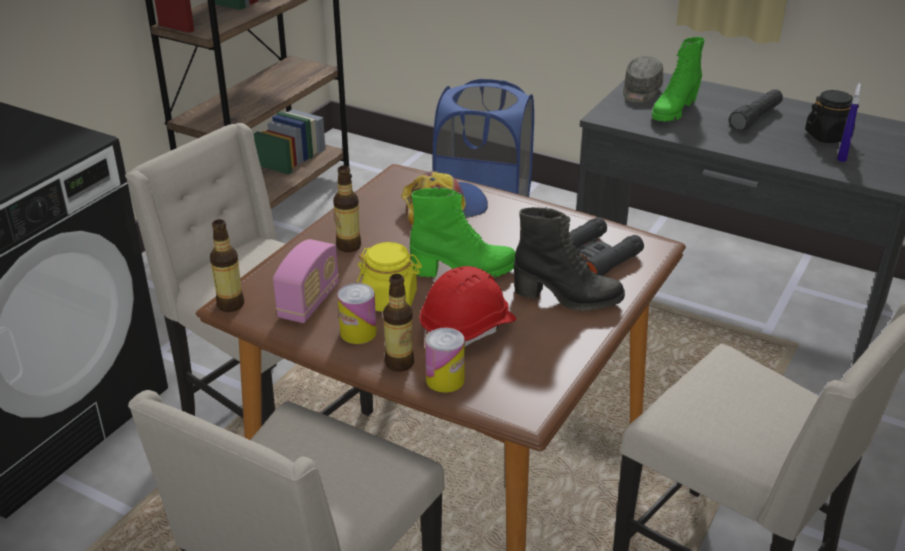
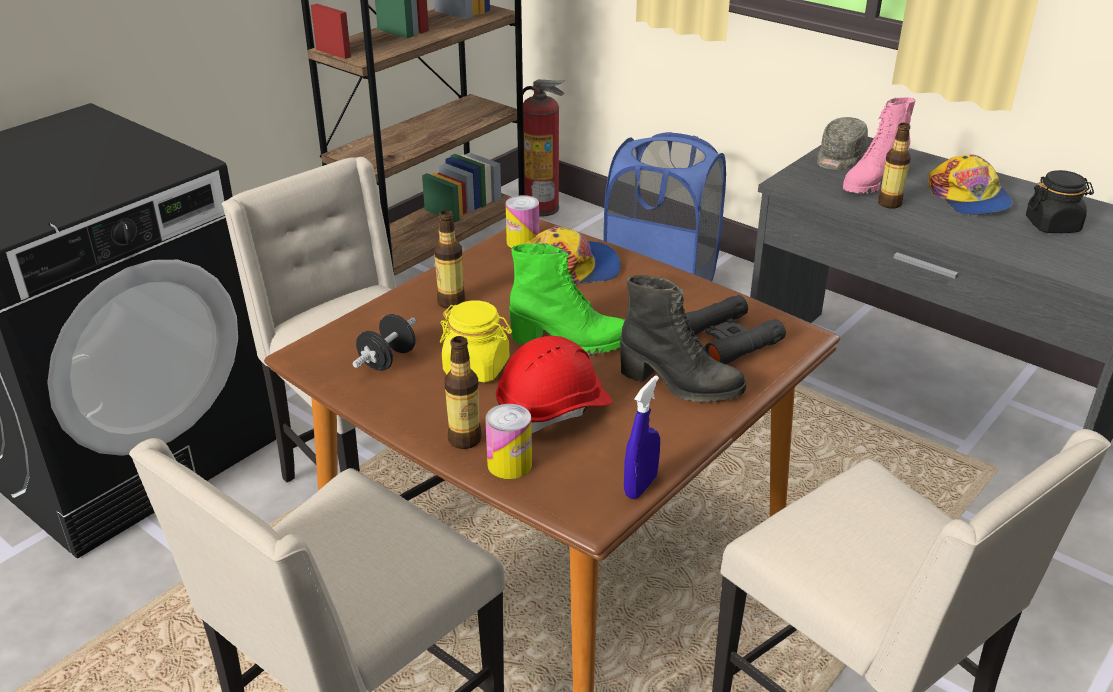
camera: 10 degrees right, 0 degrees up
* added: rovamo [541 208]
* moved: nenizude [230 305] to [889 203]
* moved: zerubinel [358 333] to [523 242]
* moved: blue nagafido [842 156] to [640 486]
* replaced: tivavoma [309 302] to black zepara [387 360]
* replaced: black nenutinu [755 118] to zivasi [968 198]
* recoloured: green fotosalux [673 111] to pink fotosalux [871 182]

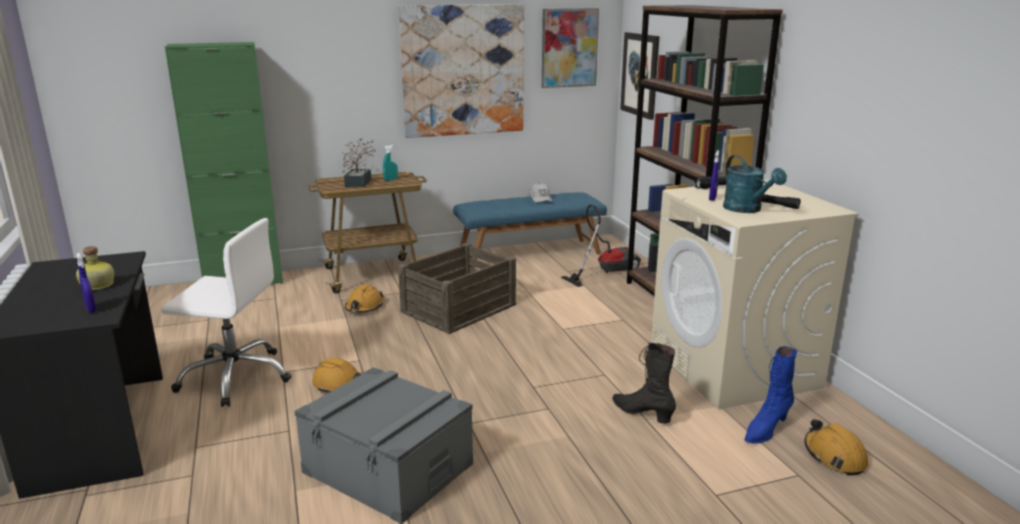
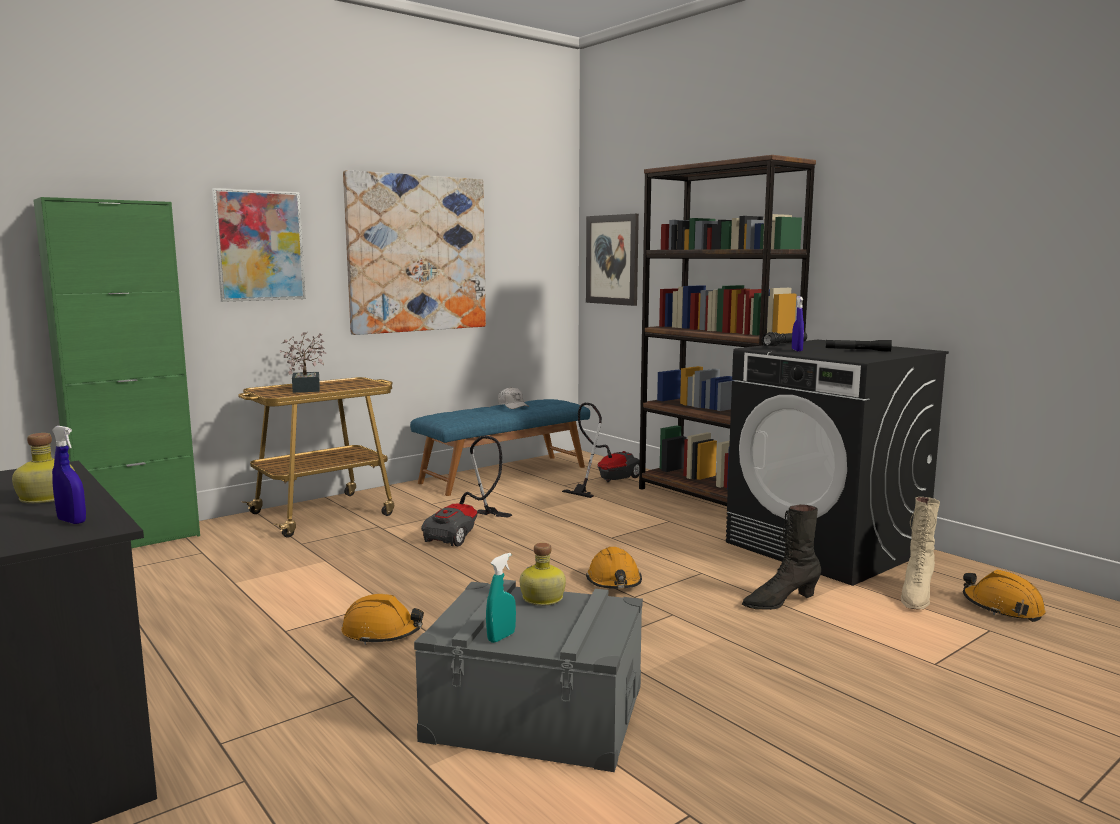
camera: 20 degrees left, 10 degrees down
* removed: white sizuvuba [235 377]
* removed: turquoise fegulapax [747 210]
* added: nenizude [541 599]
* moved: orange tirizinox [364 307] to [614 582]
* moved: turquoise nagafido [390 180] to [501 637]
* moved: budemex [569 48] to [260 246]
* replaced: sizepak [458 308] to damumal [466 533]
* recoloured: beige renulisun [734 367] to black renulisun [826 547]
* recoloured: blue fotosalux [766 430] to beige fotosalux [916 596]
* turned: black fotosalux [642 413] = [780 602] 45 degrees counterclockwise

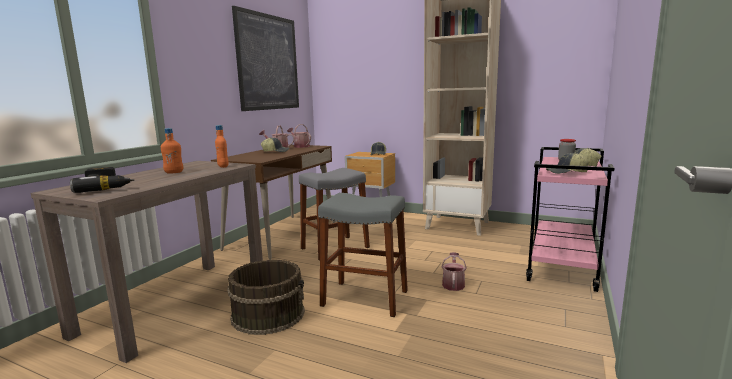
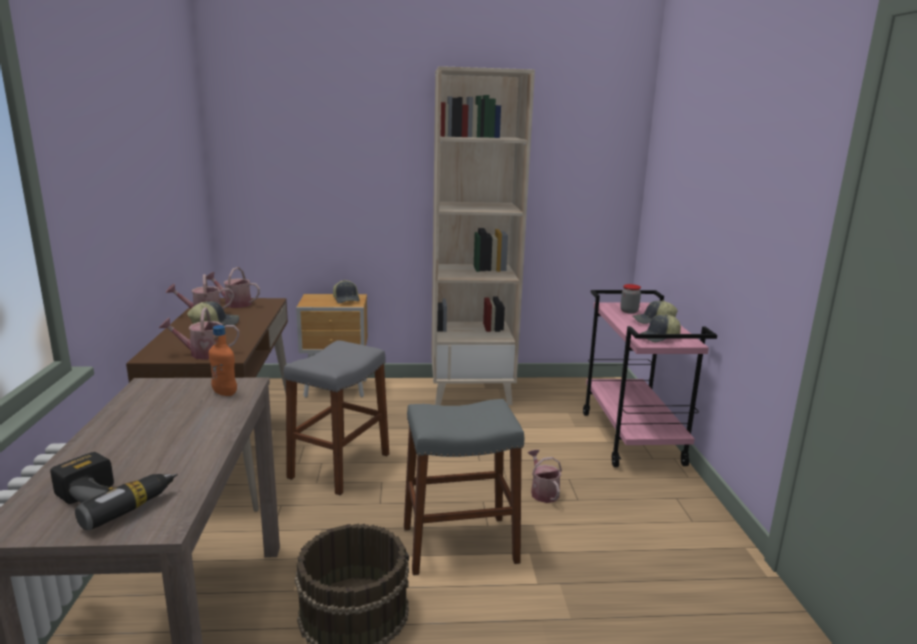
camera: 30 degrees left, 5 degrees up
* removed: orange nenizude [174 172]
* removed: budemex [268 62]
* added: fegulapax [202 353]

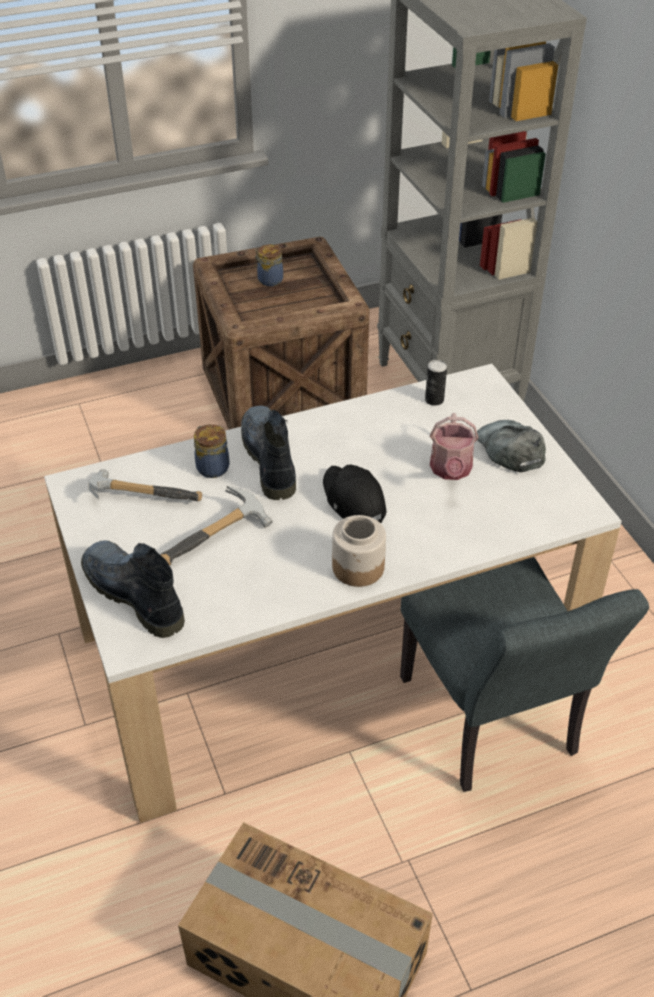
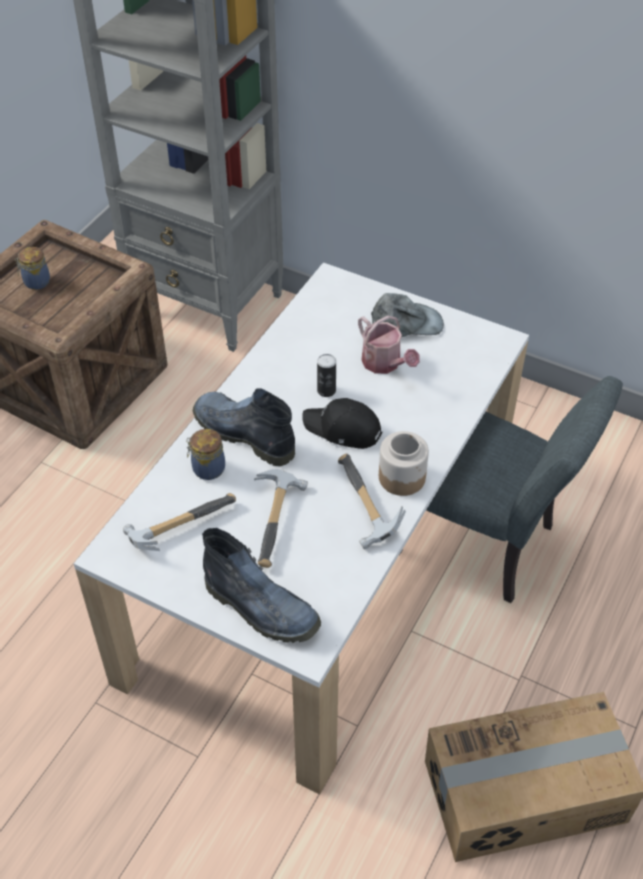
camera: 40 degrees left, 5 degrees up
* added: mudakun [361 508]
* moved: zerubinel [434 400] to [326 390]
* turned: fotosalux [132 593] = [263 608] 150 degrees counterclockwise
* turned: grey zivasi [510 448] = [406 323] 150 degrees clockwise

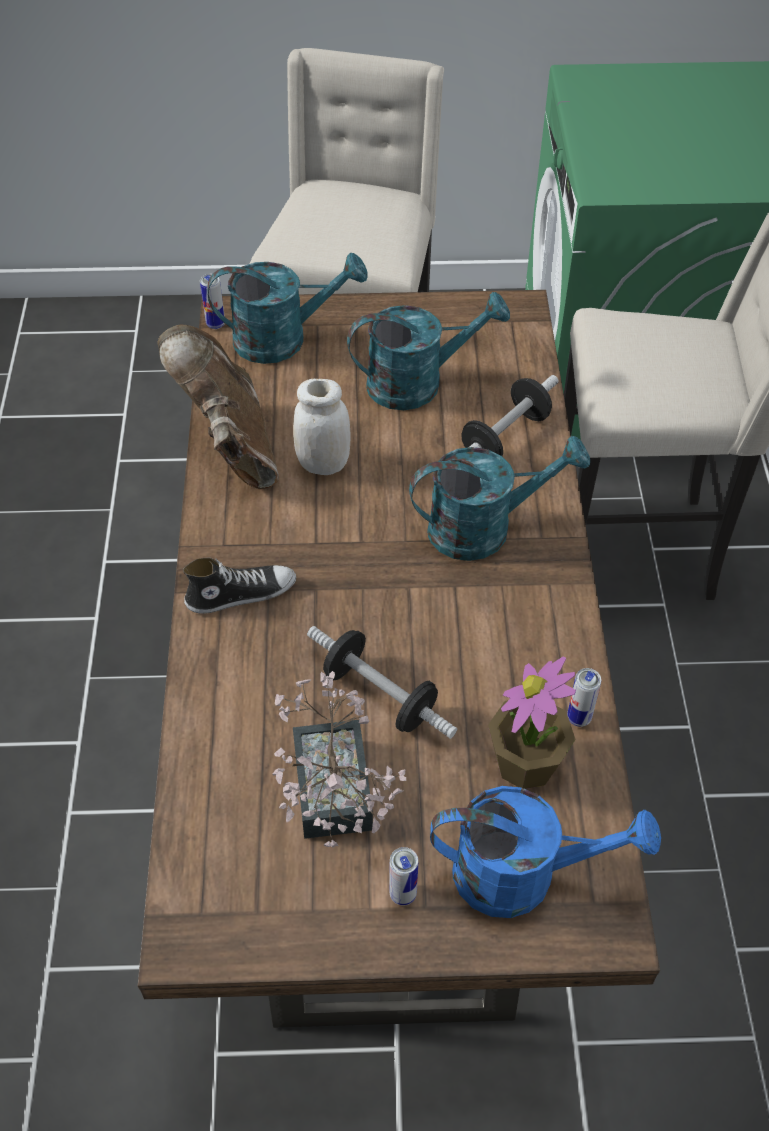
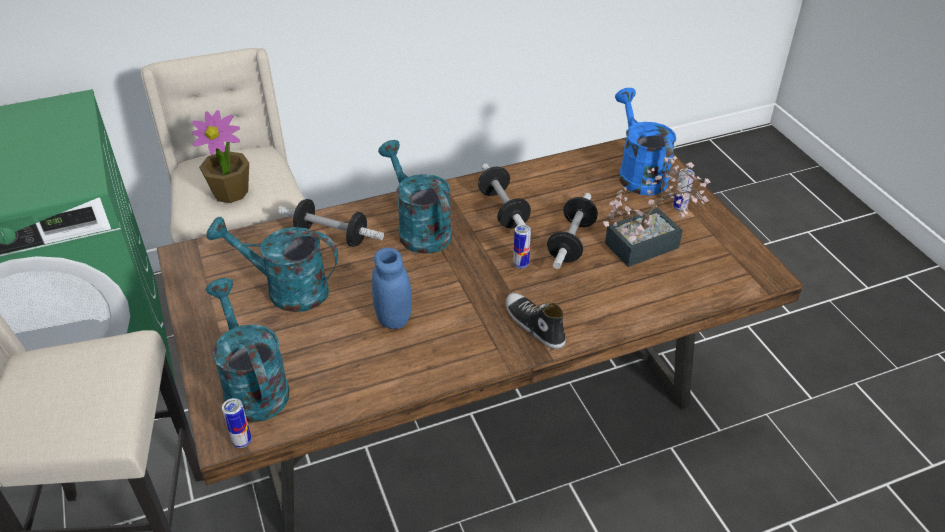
camera: 110 degrees left, 10 degrees down
* removed: brown fotosalux [231 446]
* added: zepara [503 210]
* moved: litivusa [526 763] to [231 192]
* moved: zerubinel [579 717] to [521 264]
* recoloured: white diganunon [323 464] to blue diganunon [393 318]
* turned: turquoise fegulapax [418 382] = [286 290] 45 degrees counterclockwise

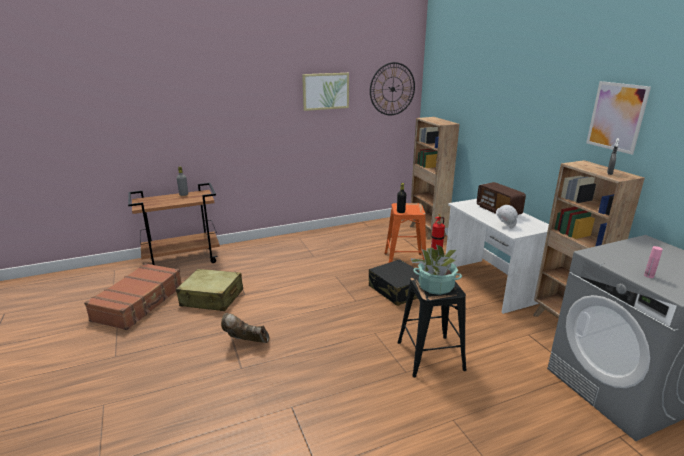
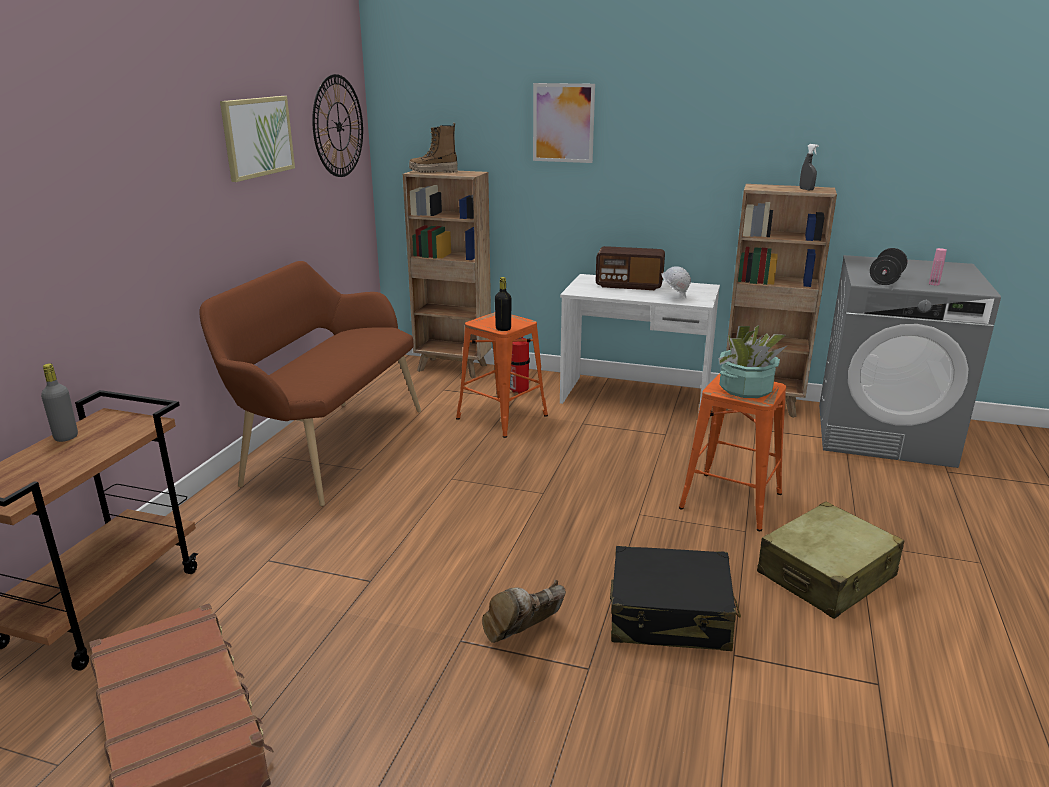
camera: 50 degrees left, 0 degrees up
* added: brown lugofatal [327 446]
* added: fotosalux [433 172]
* added: black zepara [886 280]
* moved: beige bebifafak [212 298] to [826 575]
* moved: black bebifafak [398 290] to [670 616]
* moved: budemex [616 117] to [563 123]
* recoloured: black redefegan [431 355] to orange redefegan [731 500]

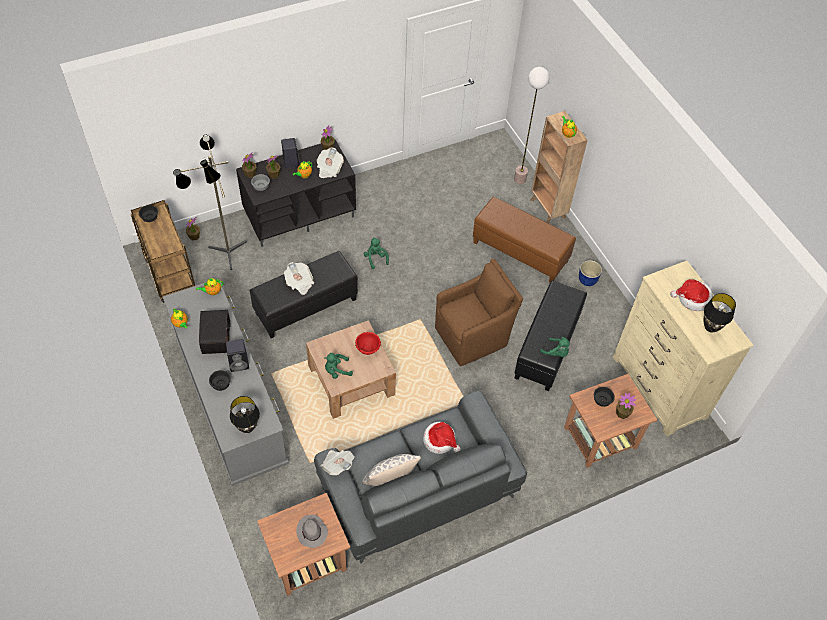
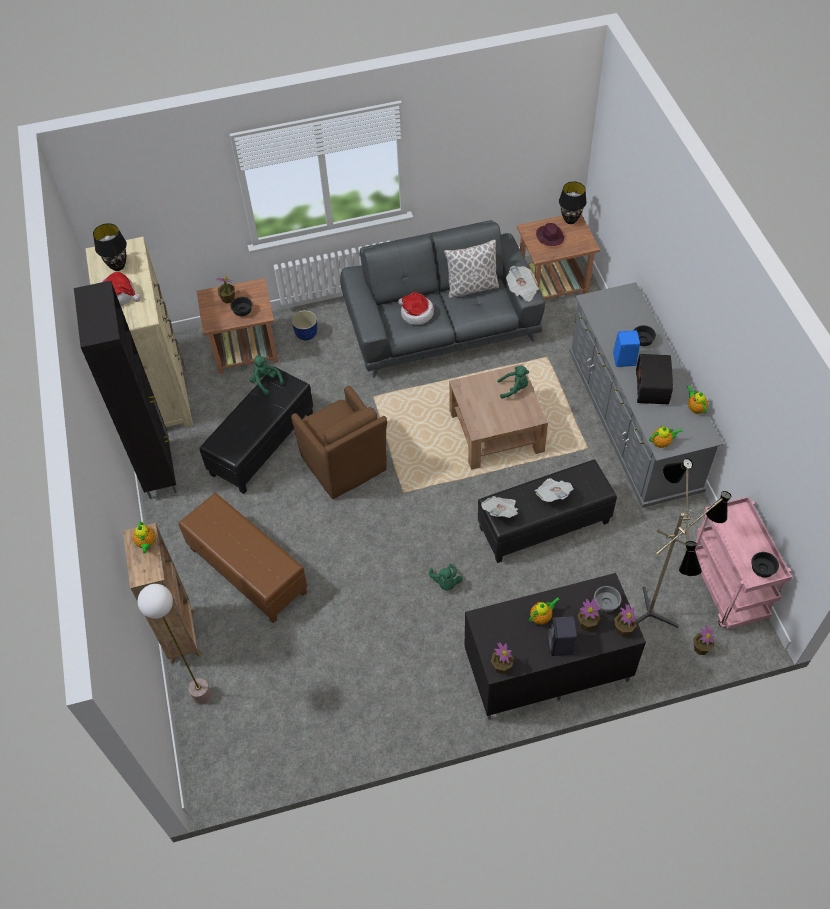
camera: 165 degrees left, 0 degrees up
* removed: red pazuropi [368 349]
* added: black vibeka [159 469]
* moved: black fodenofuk [247 427] to [570 220]
* moved: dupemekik [329 169] to [501 512]
* moved: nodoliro [587 281] to [307 334]
* recoloured: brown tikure [169 274] to pink tikure [727 590]
* recoloured: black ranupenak [239 363] to blue ranupenak [623 360]
* recoloured: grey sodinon [312 532] to purple sodinon [549 237]
* turned: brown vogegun [473 336] = [344 465] 105 degrees counterclockwise

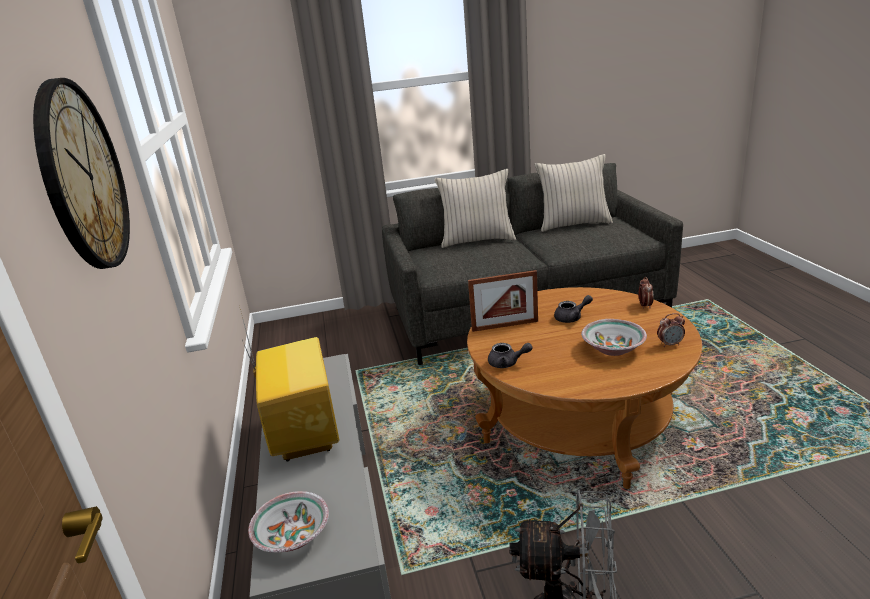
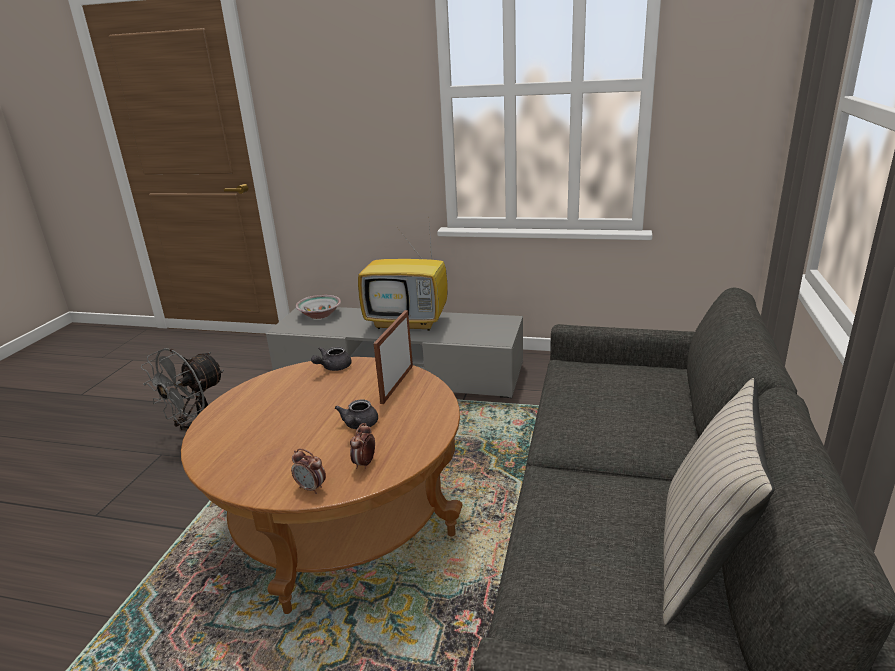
camera: 115 degrees right, 0 degrees up
* removed: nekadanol [82 177]
* removed: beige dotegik [477 240]
* removed: pazuropi [612 348]
* moved: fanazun [670 344] to [364 463]

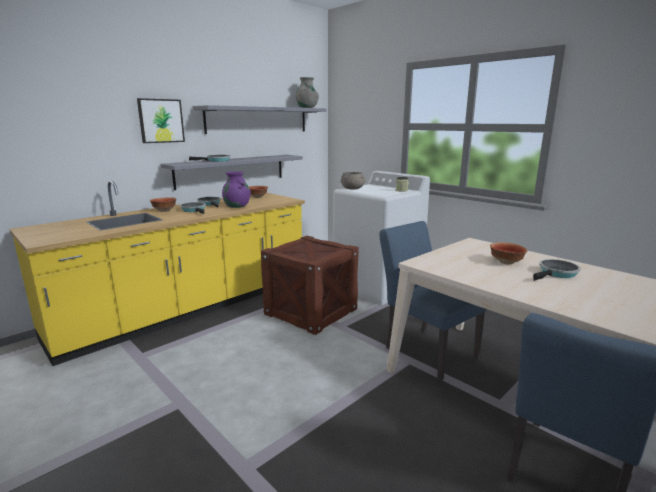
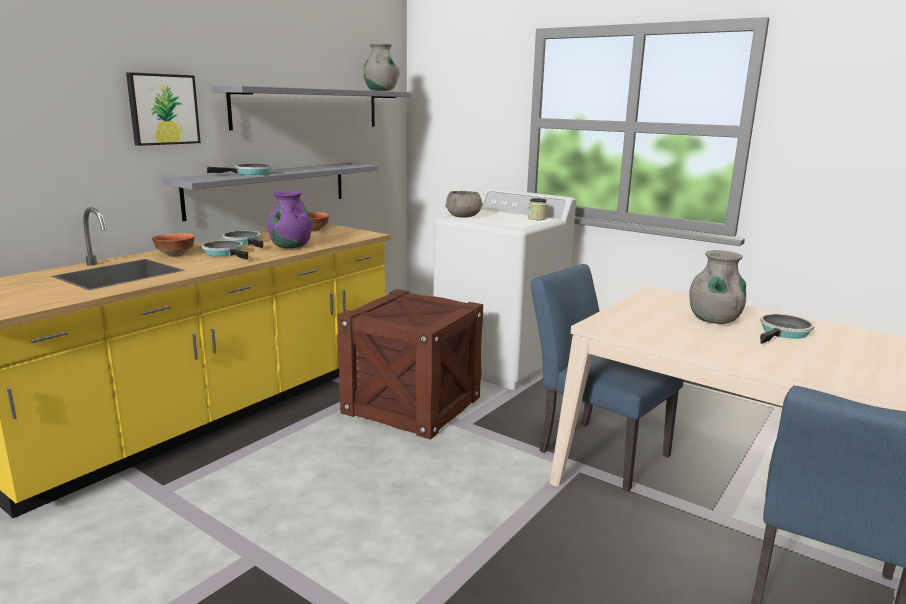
camera: 10 degrees left, 0 degrees up
* replaced: pazuropi [506 262] to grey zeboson [714 320]

